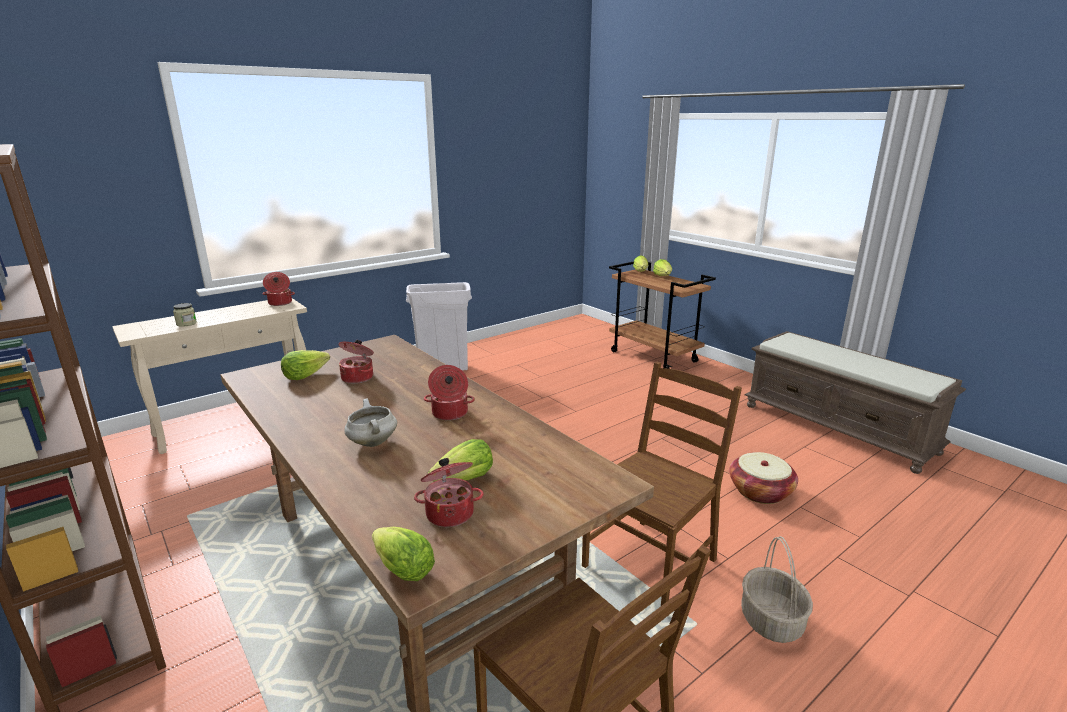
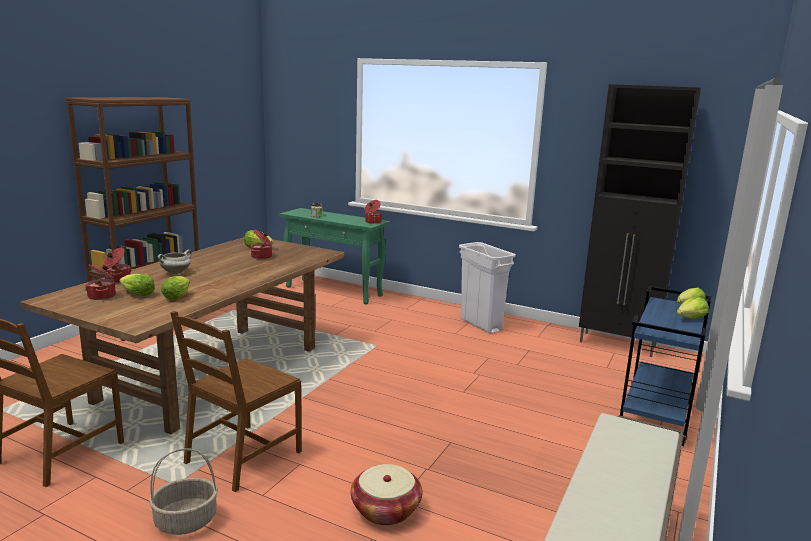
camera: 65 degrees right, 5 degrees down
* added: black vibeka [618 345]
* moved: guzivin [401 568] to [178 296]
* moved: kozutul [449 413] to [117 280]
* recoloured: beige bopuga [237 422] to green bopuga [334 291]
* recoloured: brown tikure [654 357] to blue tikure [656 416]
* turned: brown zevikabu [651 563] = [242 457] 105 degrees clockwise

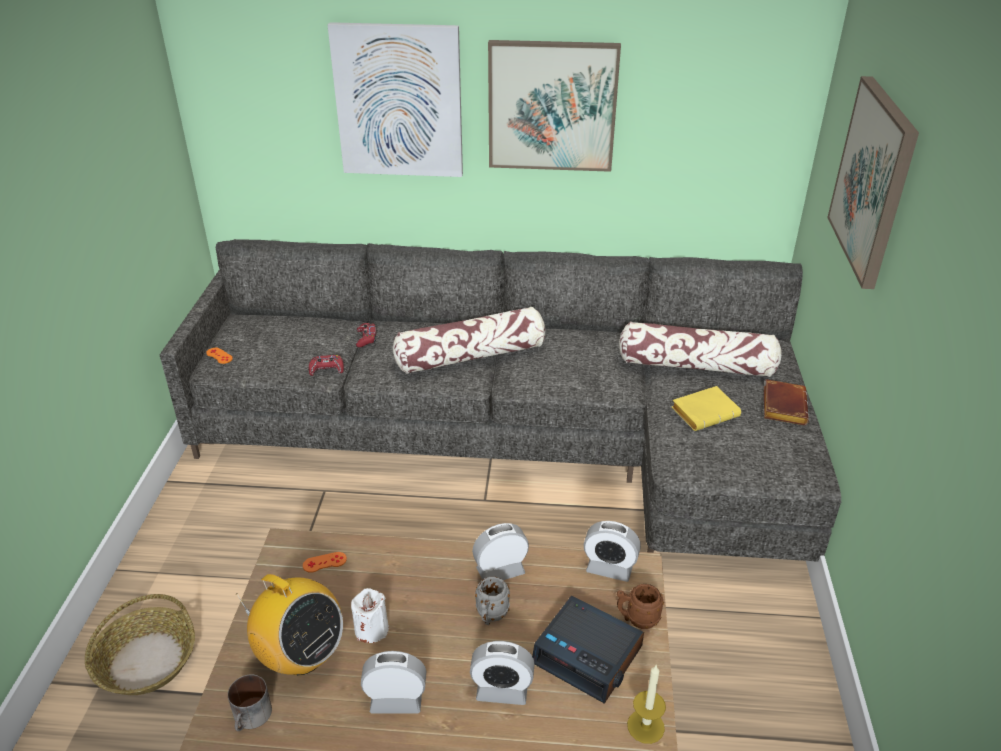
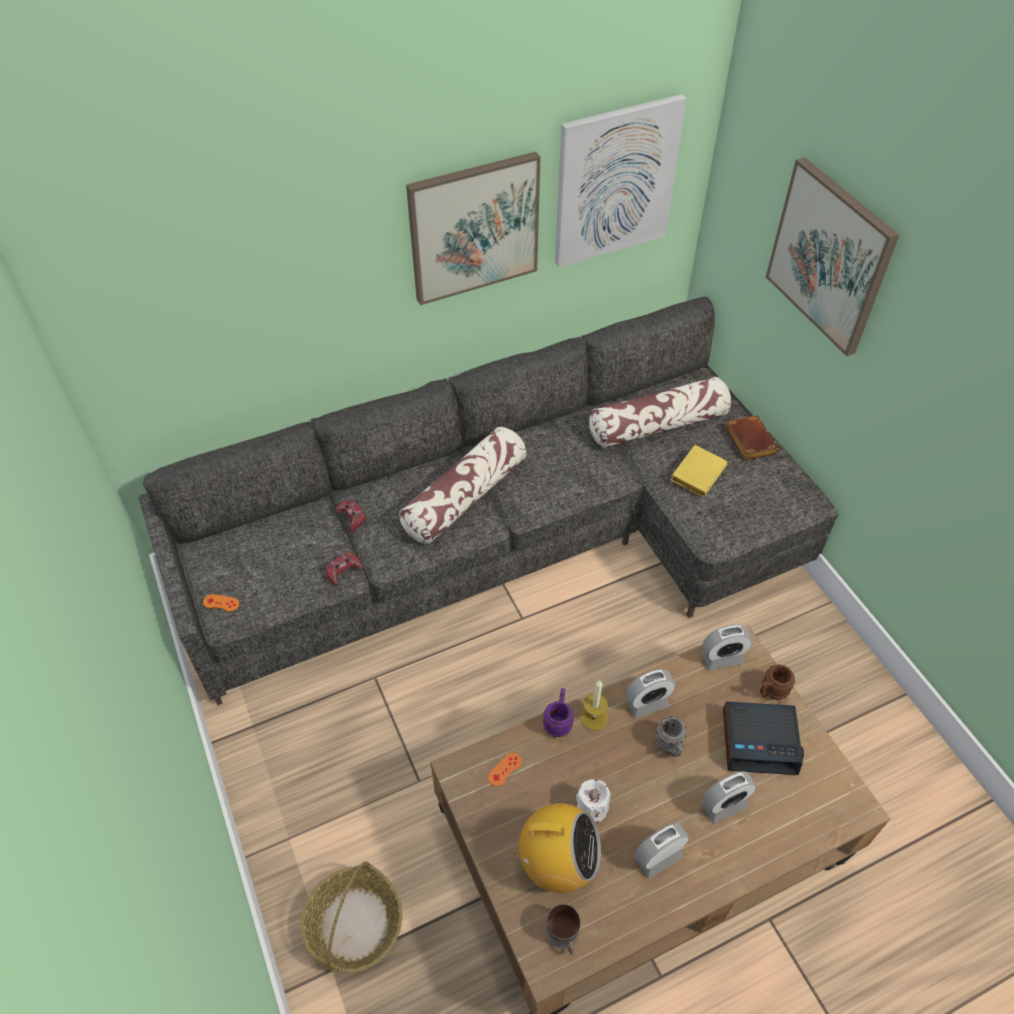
camera: 30 degrees left, 15 degrees up
* added: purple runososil [558 722]
* moved: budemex [399 101] to [615 182]
* moved: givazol [645 726] to [594 717]
* turned: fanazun [500 571] = [647 703] 150 degrees counterclockwise

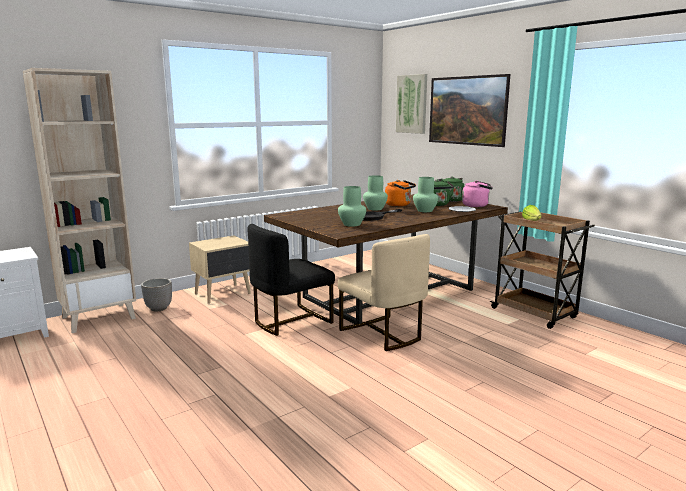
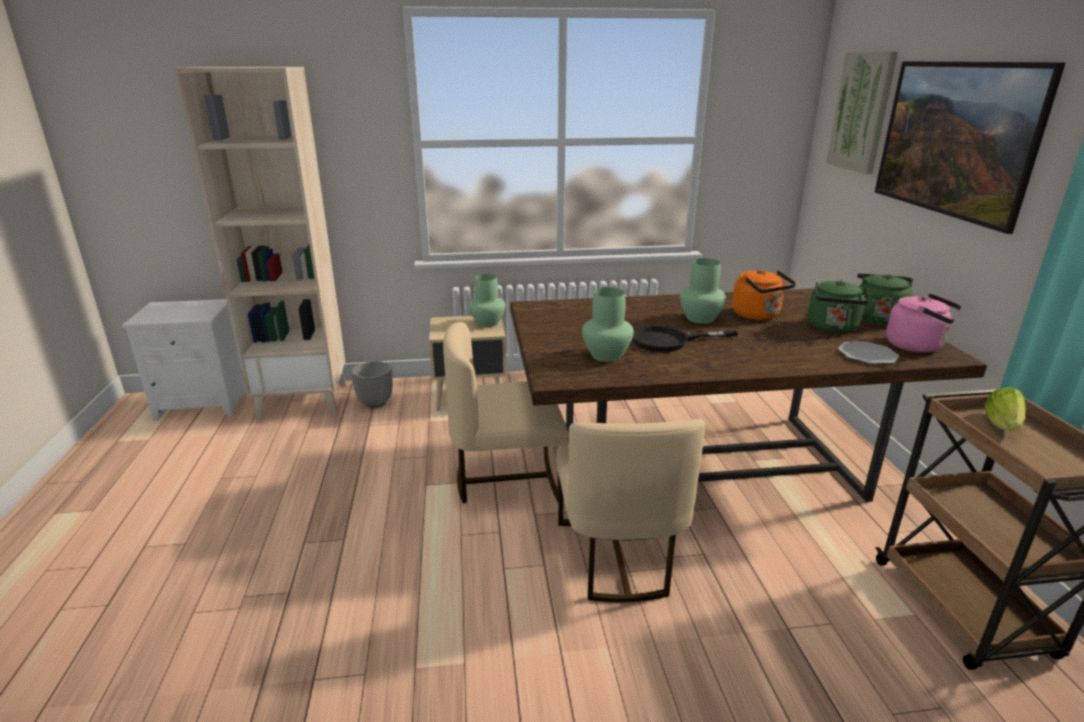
camera: 30 degrees right, 10 degrees up
* moved: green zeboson [425 211] to [487 323]
* recoloured: black zevikabu [290 321] to beige zevikabu [507 479]

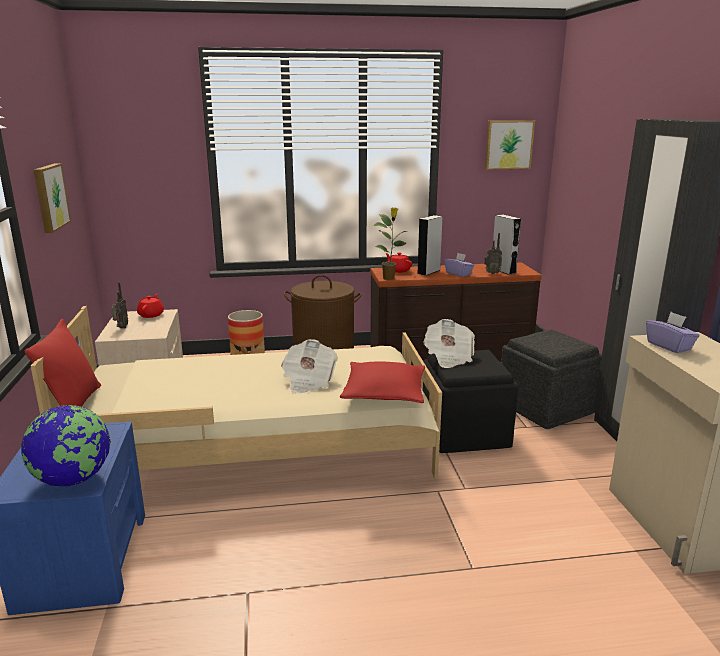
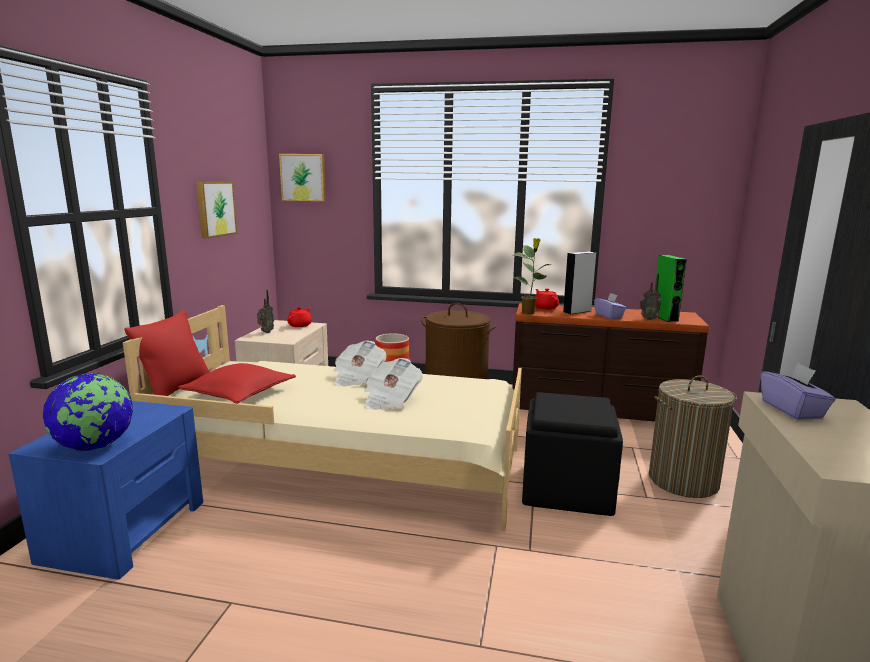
camera: 20 degrees right, 5 degrees down
* moved: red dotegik [384 392] to [239 393]
* moved: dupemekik [448 357] to [357 378]
* moved: budemex [508 144] to [303 177]
* replaced: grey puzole [545 408] to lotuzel [683 481]
* recoloured: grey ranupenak [503 271] to green ranupenak [664 318]

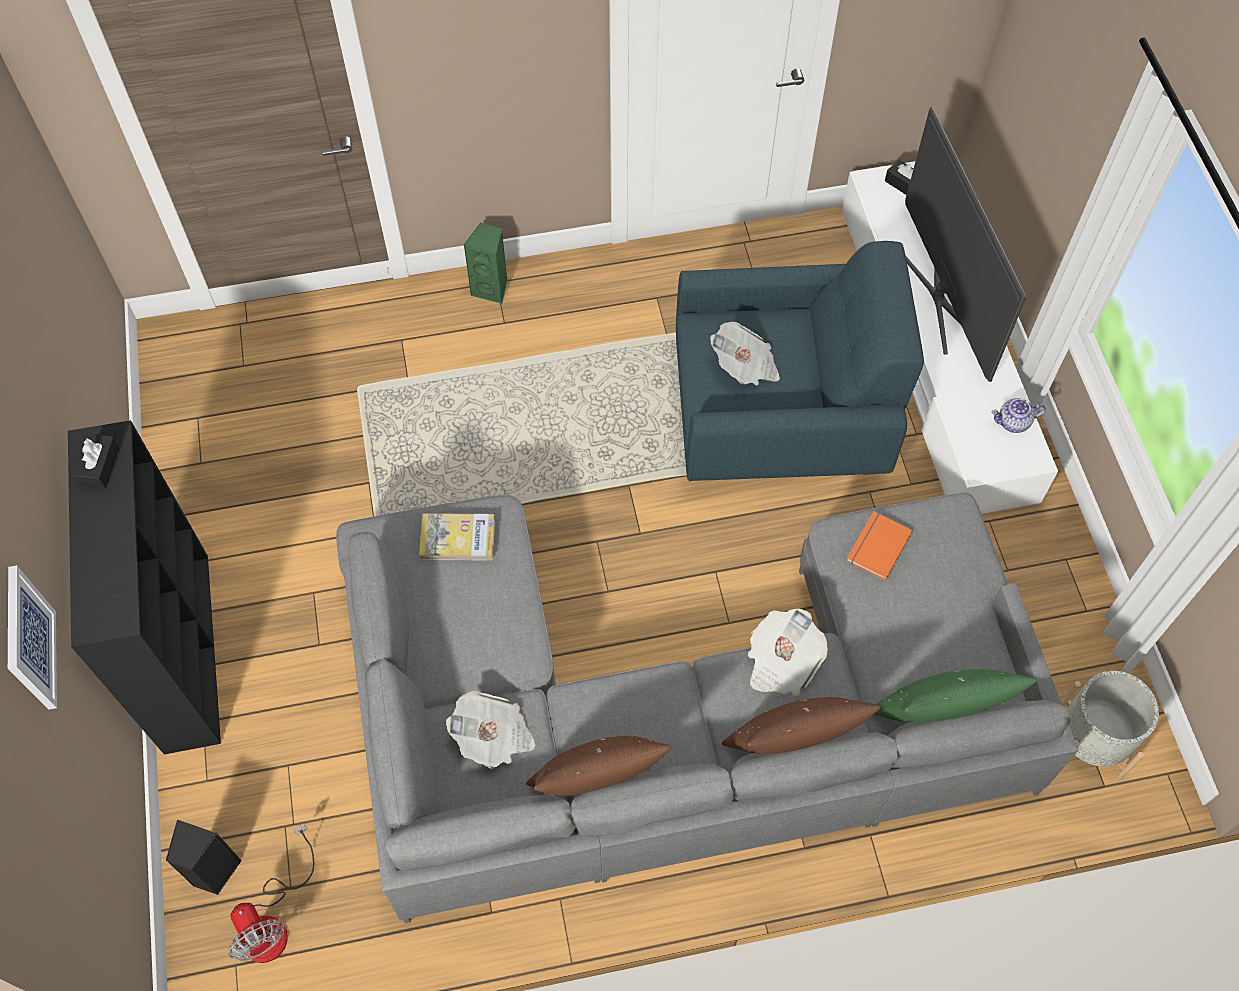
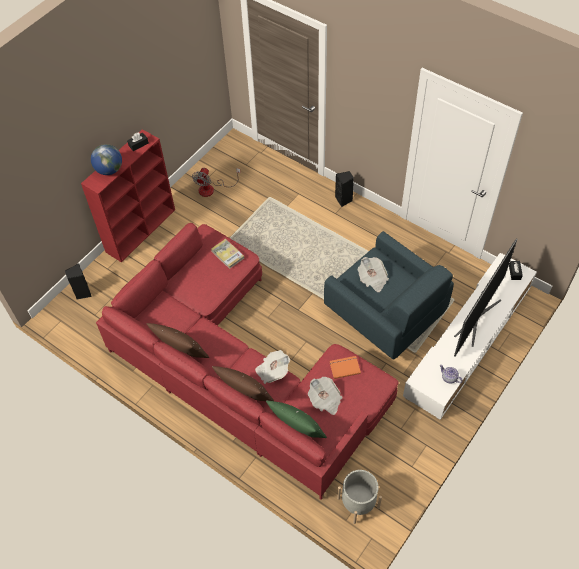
camera: 50 degrees right, 5 degrees down
* removed: budemex [28 639]
* added: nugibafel [109 170]
* moved: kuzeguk [273 922] to [212 189]
* moved: dupemekik [494 737] to [325 400]
* recoloured: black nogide [186 649] to red nogide [141 230]
* recoloured: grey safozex [672 719] to red safozex [241 369]
* recoloured: green ranupenak [492 288] to black ranupenak [344 200]

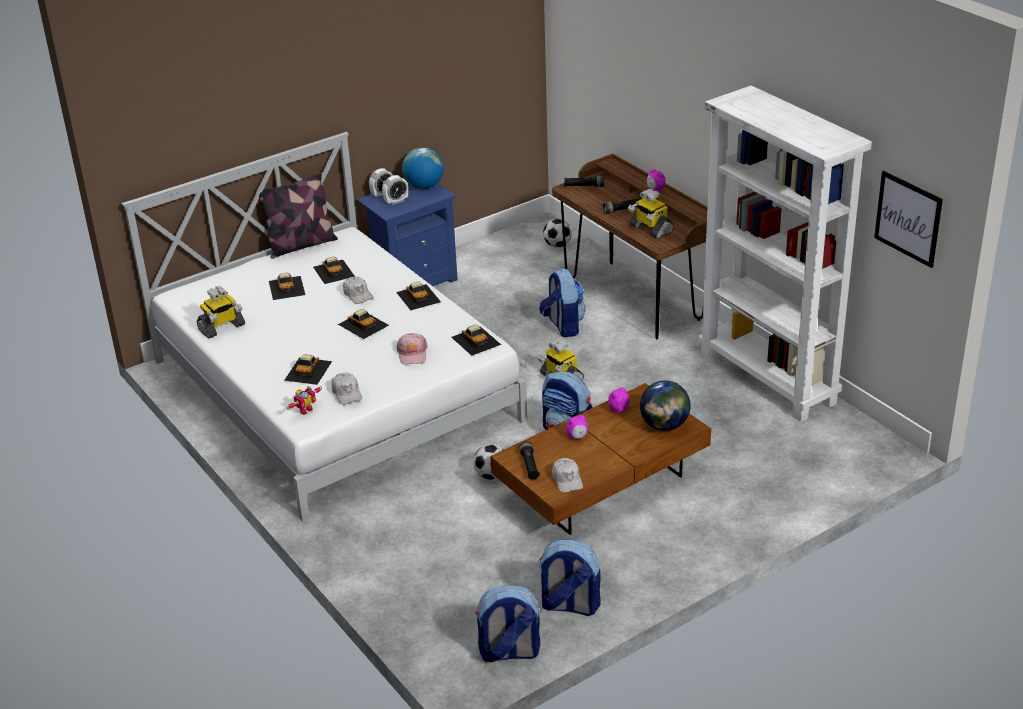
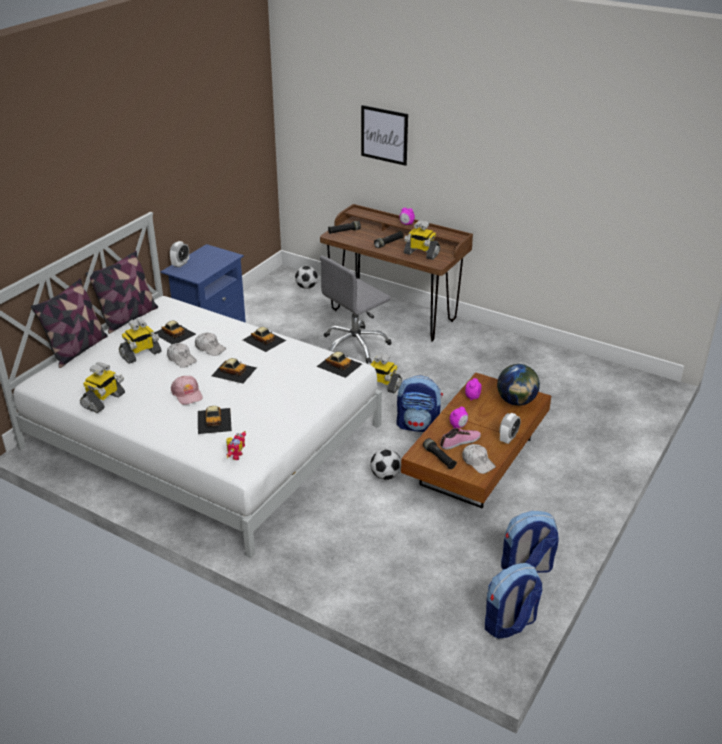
camera: 25 degrees left, 0 degrees up
* removed: nugibafel [424 186]
* removed: white nogide [768 379]
* added: dotegik [77 349]
* added: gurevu [460 442]
* moved: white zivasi [347 393] to [181 359]
* moved: fanazun [396 201] to [508 438]
* moved: pink zivasi [412 354] to [187 394]
* moved: budemex [908 218] to [384 135]
* replaced: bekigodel [287 287] to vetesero [141 354]
* replaced: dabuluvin [563 326] to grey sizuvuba [355 345]

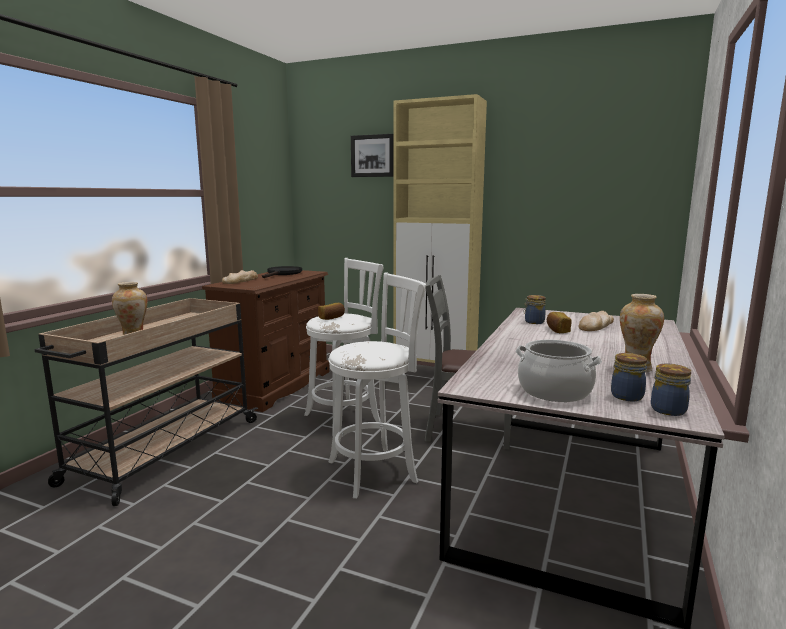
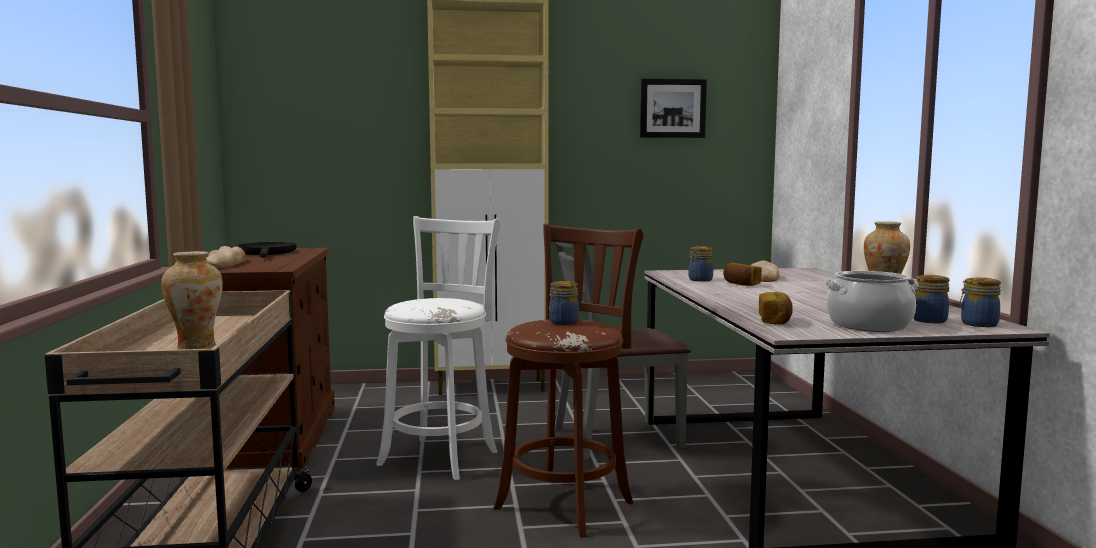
camera: 30 degrees left, 5 degrees down
* added: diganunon [562 323]
* moved: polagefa [332 318] to [775 321]
* moved: budemex [373 156] to [672 108]
* recoloured: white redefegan [377 470] to brown redefegan [568 503]

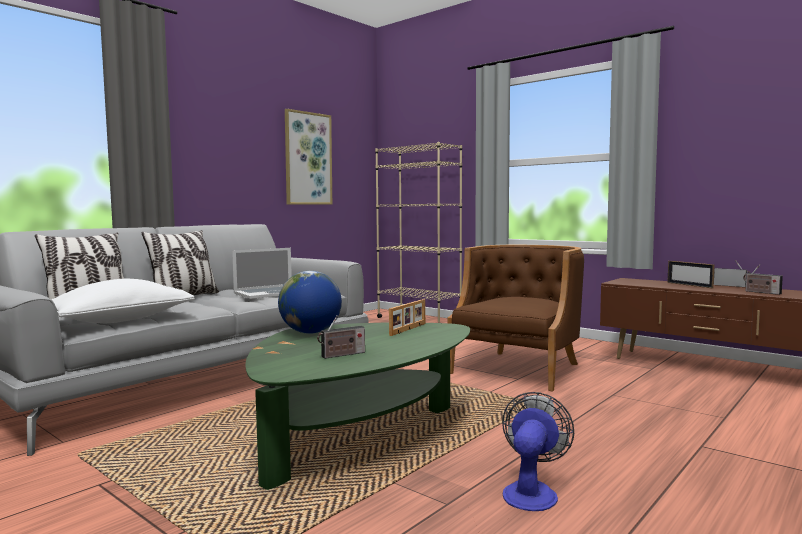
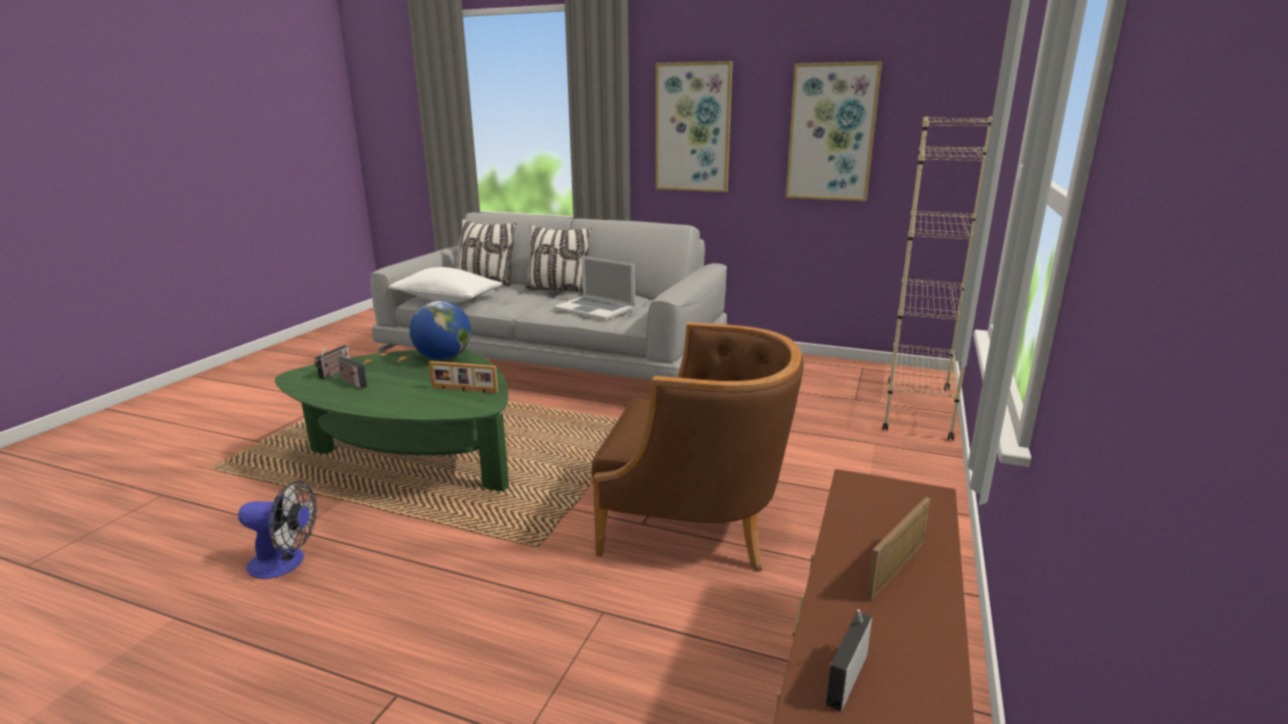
camera: 70 degrees right, 15 degrees up
* added: budemex [693 128]
* moved: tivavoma [731 286] to [334 373]

